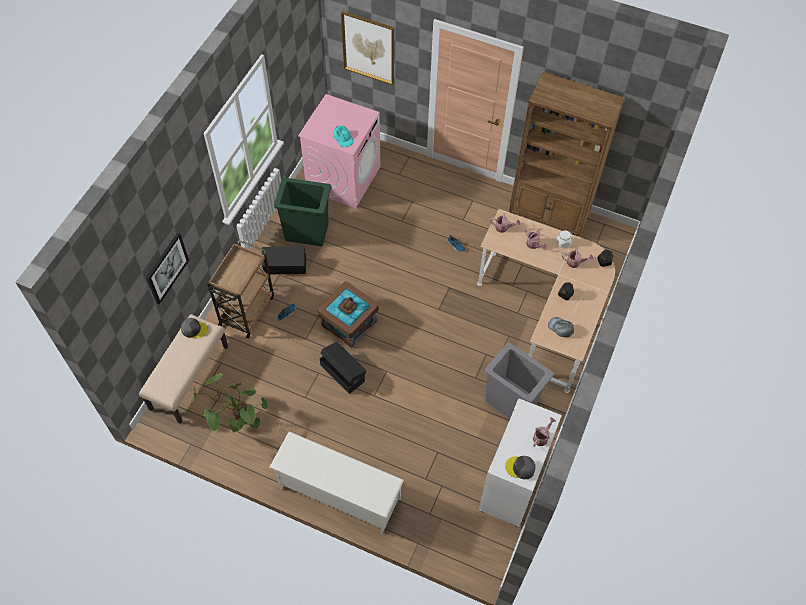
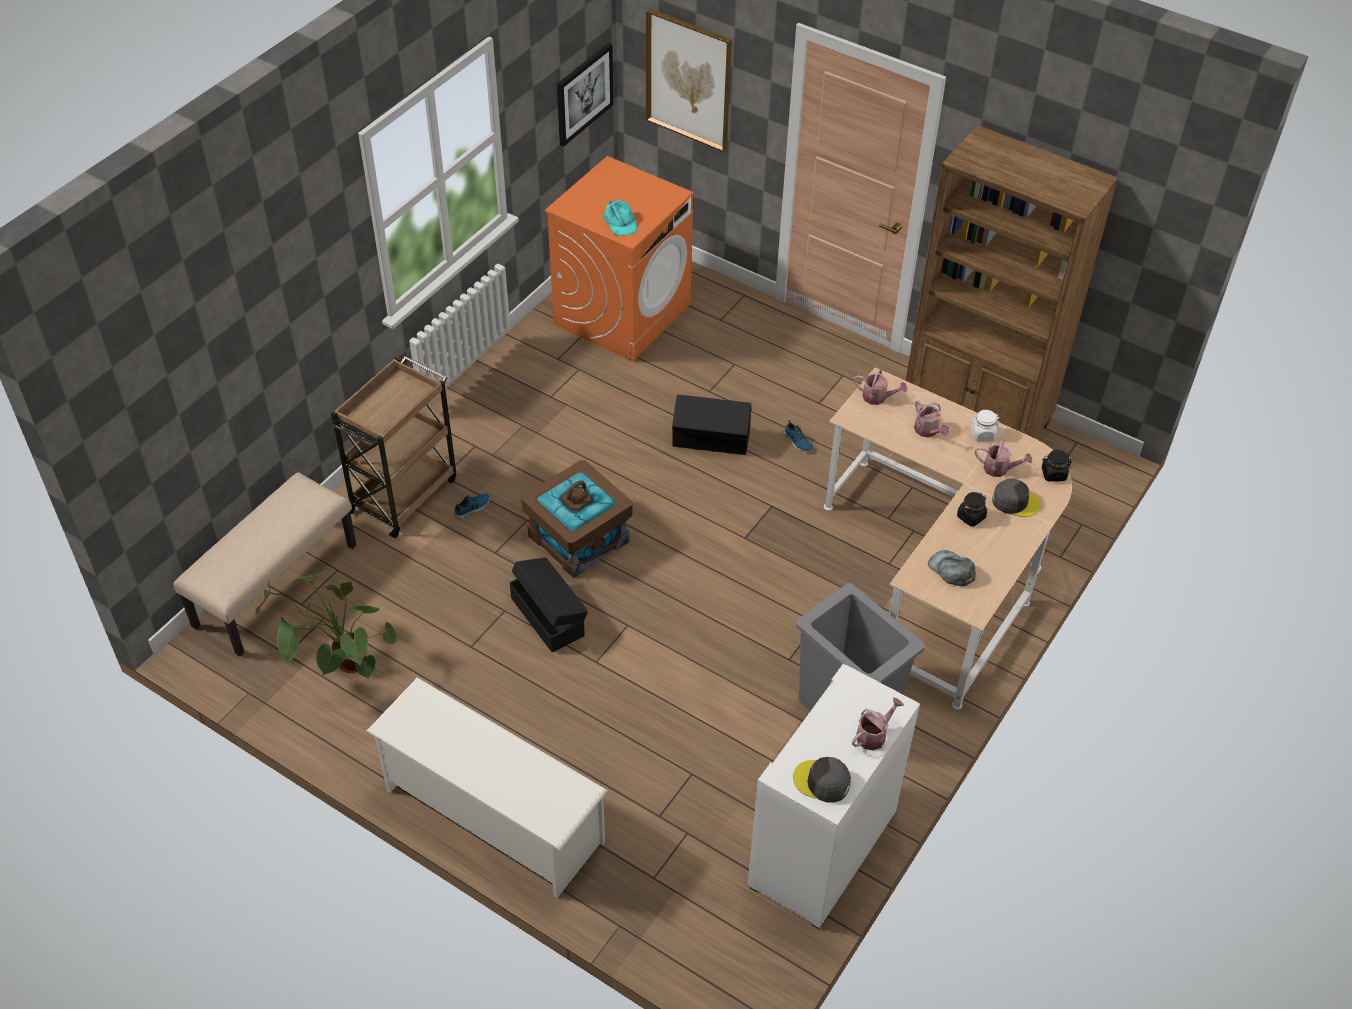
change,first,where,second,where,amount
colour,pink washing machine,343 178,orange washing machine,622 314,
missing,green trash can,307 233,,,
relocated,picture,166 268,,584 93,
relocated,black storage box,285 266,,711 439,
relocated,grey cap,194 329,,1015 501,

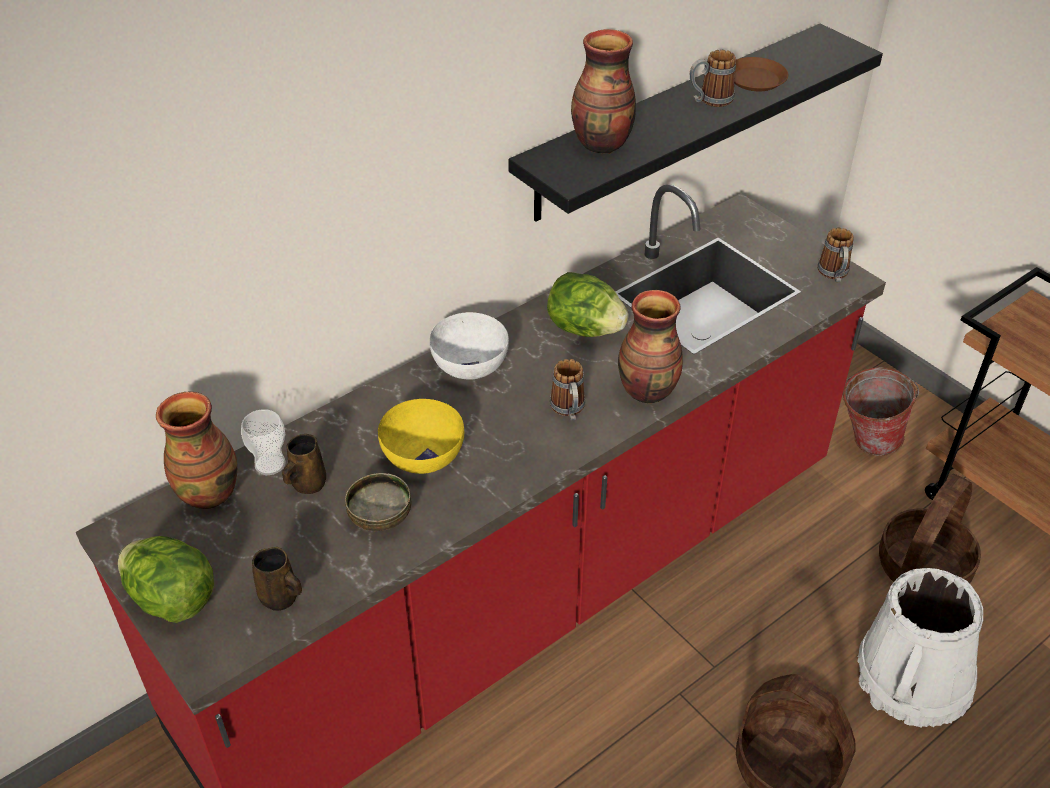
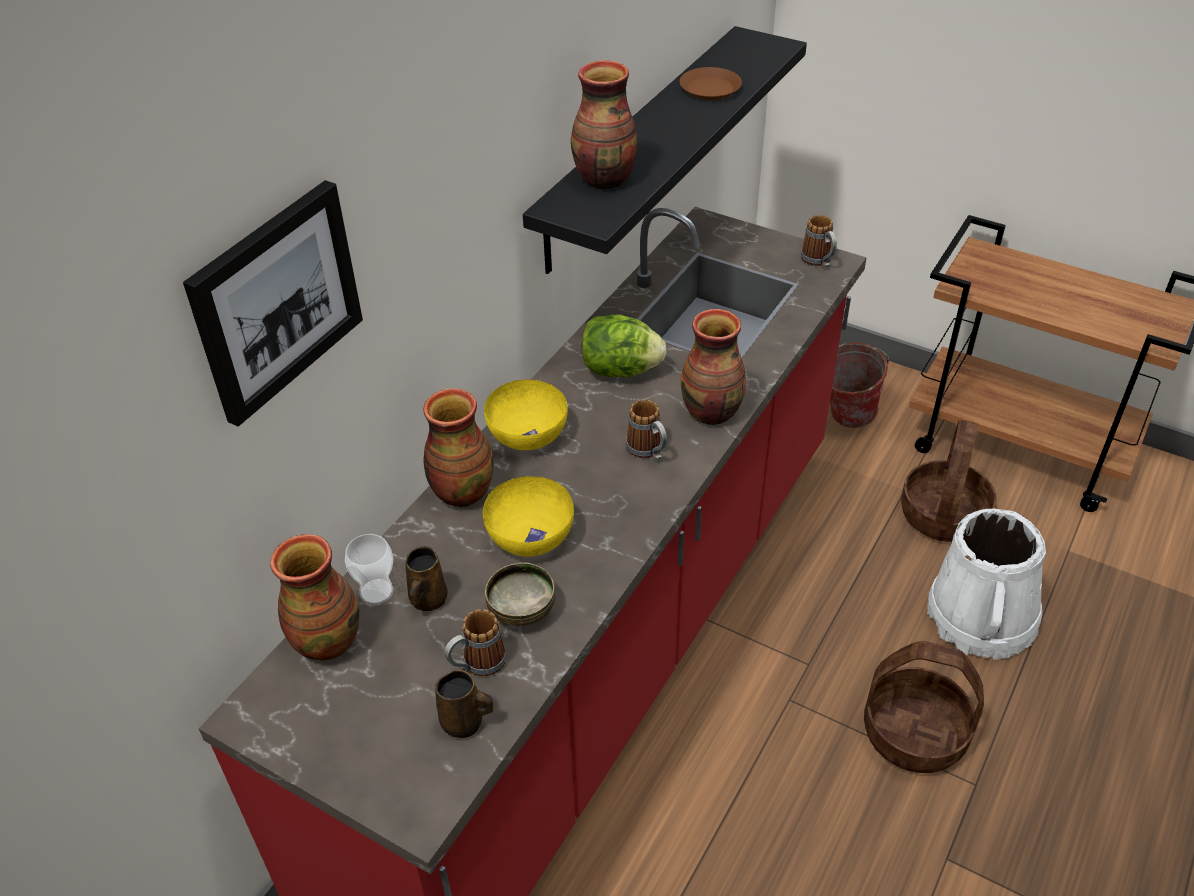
change,first,where,second,where,amount
relocated,mug,709 100,,477 665,
colour,white bowl,471 364,yellow bowl,528 433,
missing,lettuce,172 599,,,
appeared,,,picture,276 300,
appeared,,,vase,461 492,

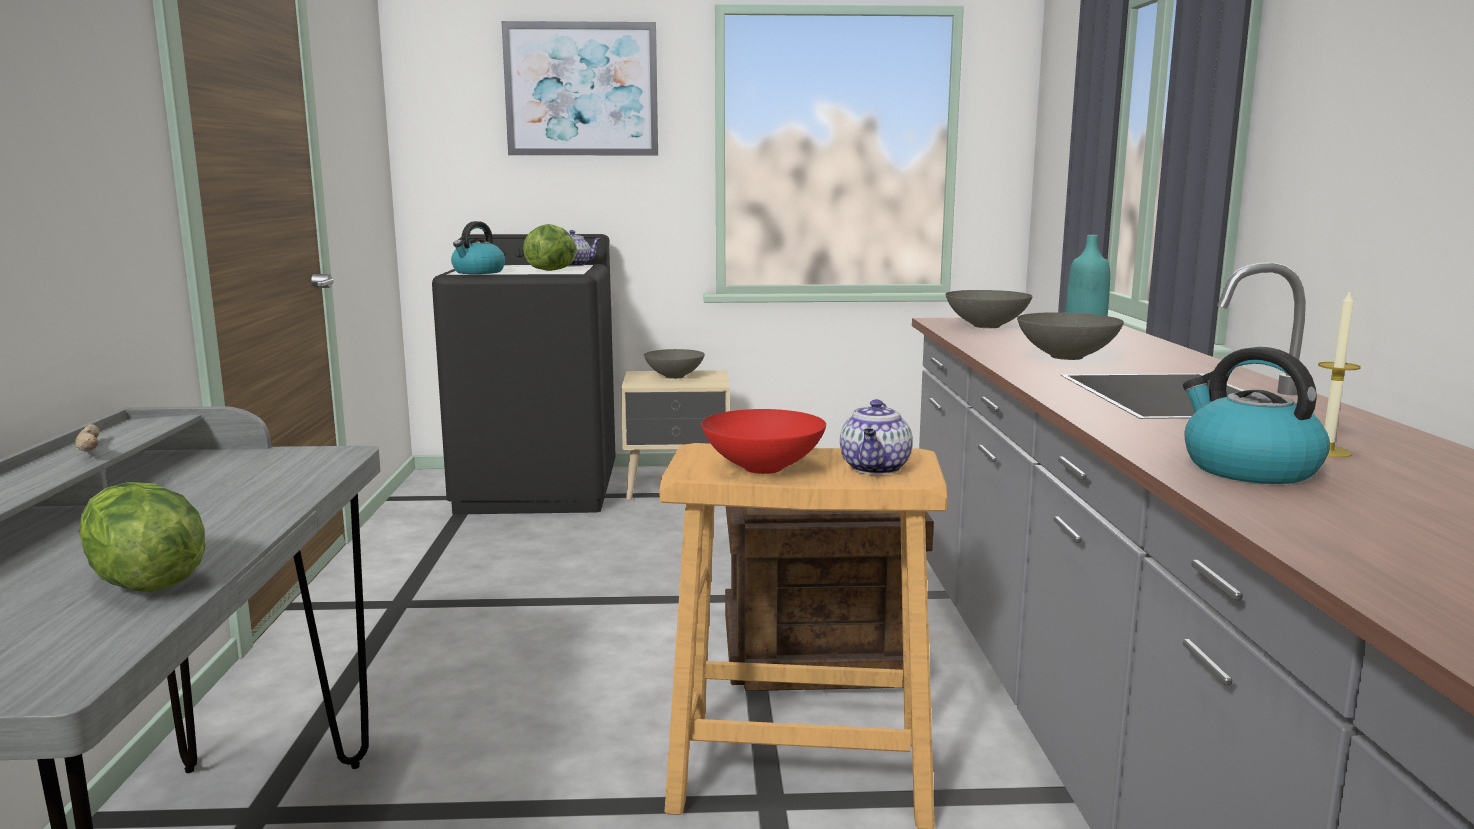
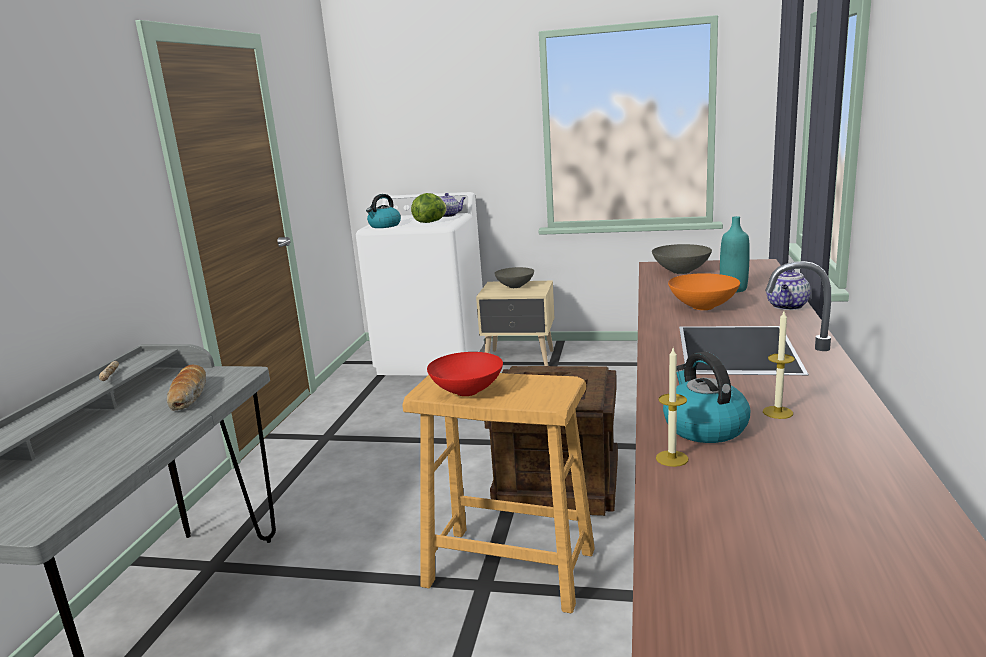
change,first,where,second,where,amount
missing,picture,581 89,,,
colour,black washing machine,538 490,white washing machine,433 358,
colour,grey bowl,1068 357,orange bowl,704 307,
relocated,teapot,875 469,,787 306,
missing,lettuce,142 582,,,
appeared,,,candle,672 458,
appeared,,,bread,190 396,

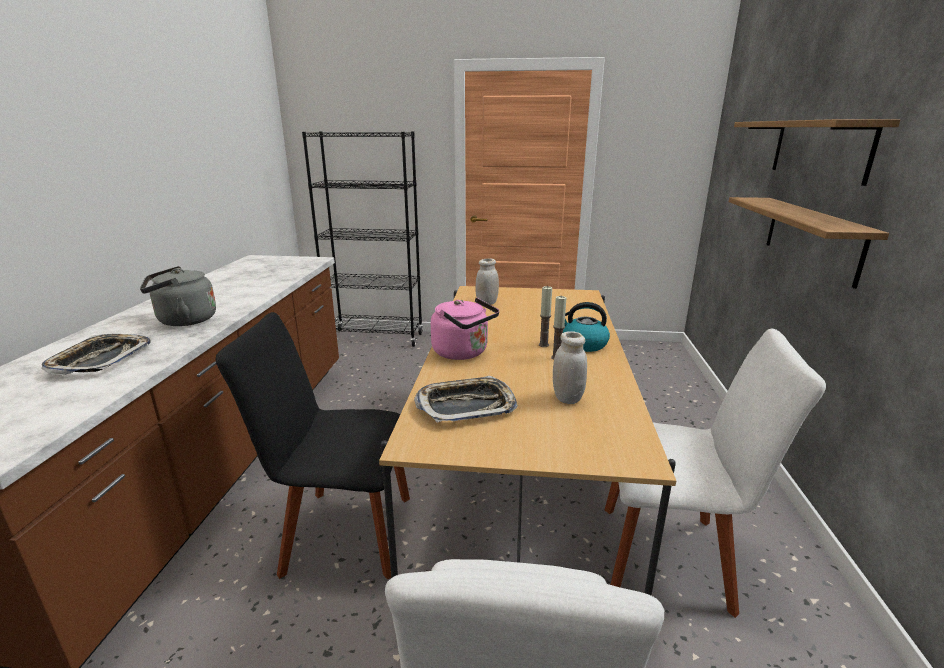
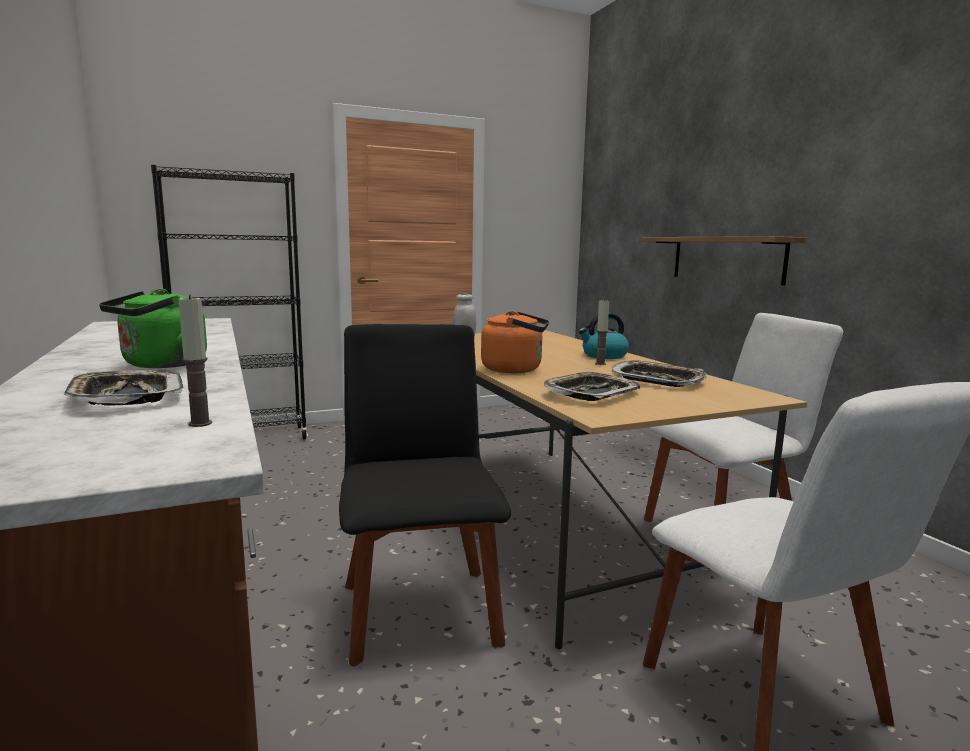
change,first,where,second,where,amount
missing,shelf,819 149,,,
colour,grey kettle,183 321,green kettle,161 365,
relocated,candle,543 345,,200 423,
colour,pink kettle,463 353,orange kettle,515 369,
spun,black chair,341 532,,419 607,105 degrees clockwise
exchanged,white jar,567 398,tray,657 380,

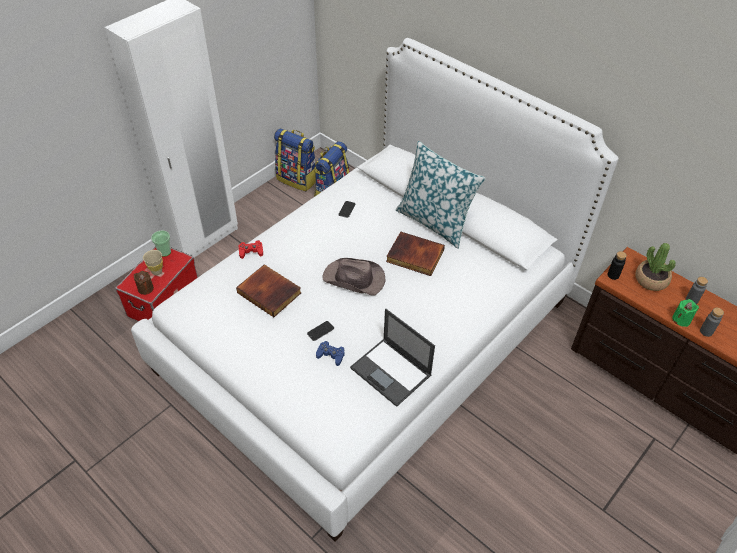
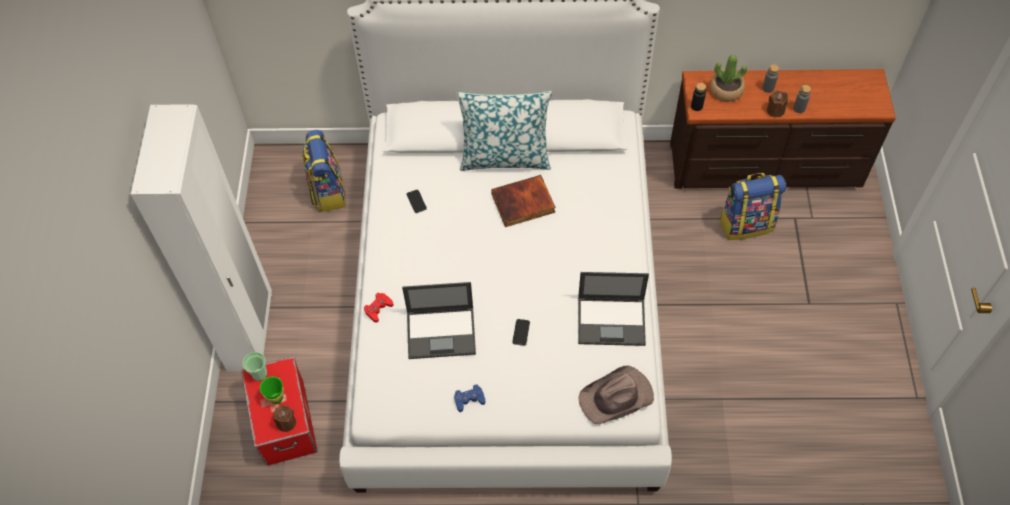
change,first,where,second,where,amount
relocated,backpack,297 179,,746 223,
colour,beige cup,157 271,green cup,276 398,
relocated,brown hat,354 279,,617 397,
exchanged,book,270 292,laptop,442 332,
colour,green candle,681 319,brown candle,775 110,
relocated,blue game controller,331 355,,469 399,

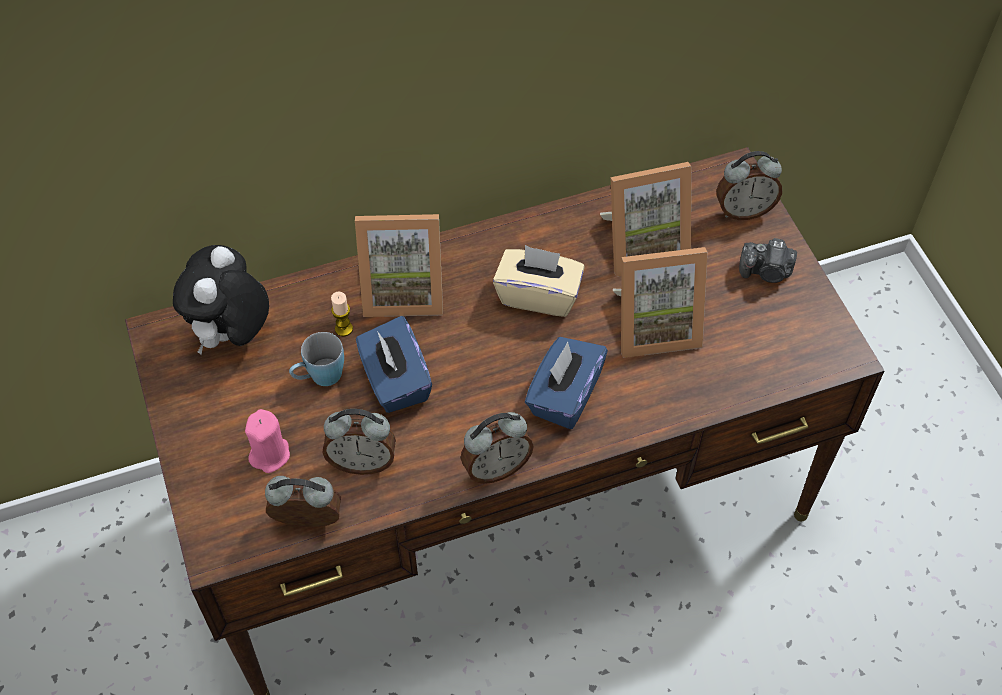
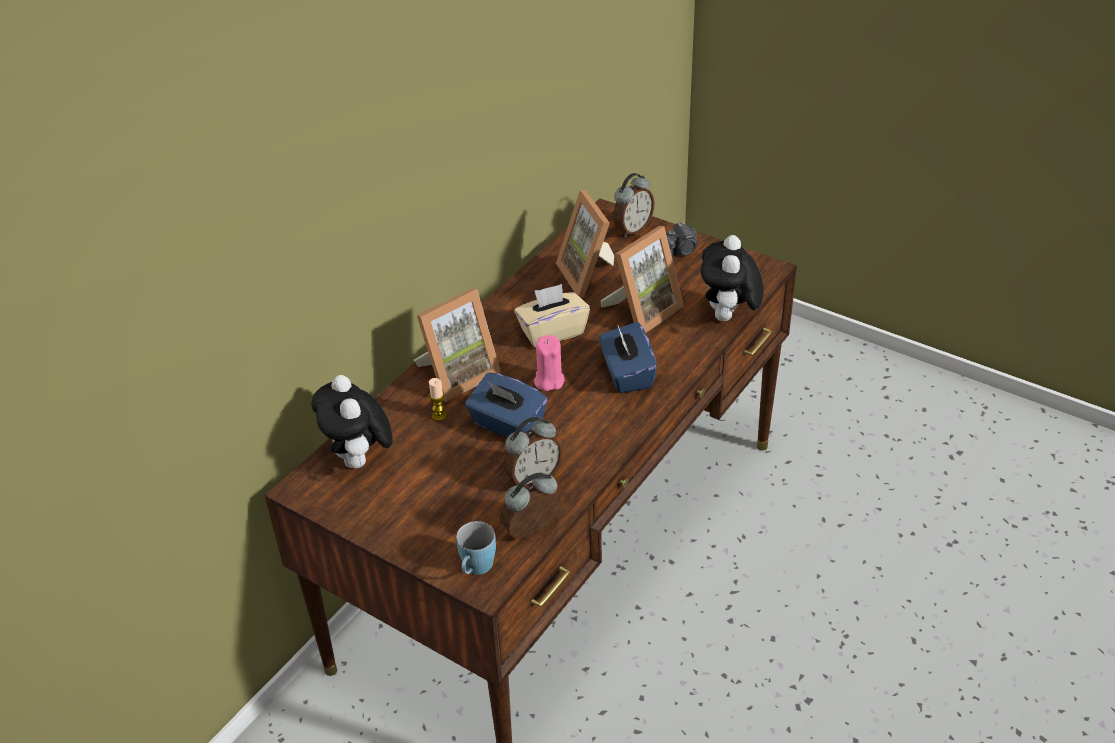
change,first,where,second,where,amount
spun,picture frame,643 245,,590 275,120 degrees clockwise
relocated,blue mug,319 377,,476 569,
relocated,pink candle,270 454,,549 381,
missing,alarm clock,496 468,,,
appeared,,,plush toy,728 318,

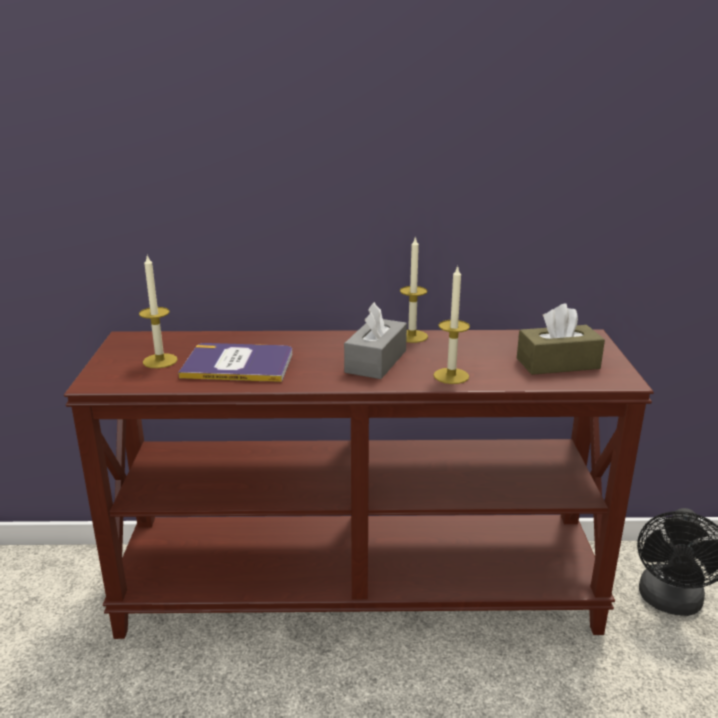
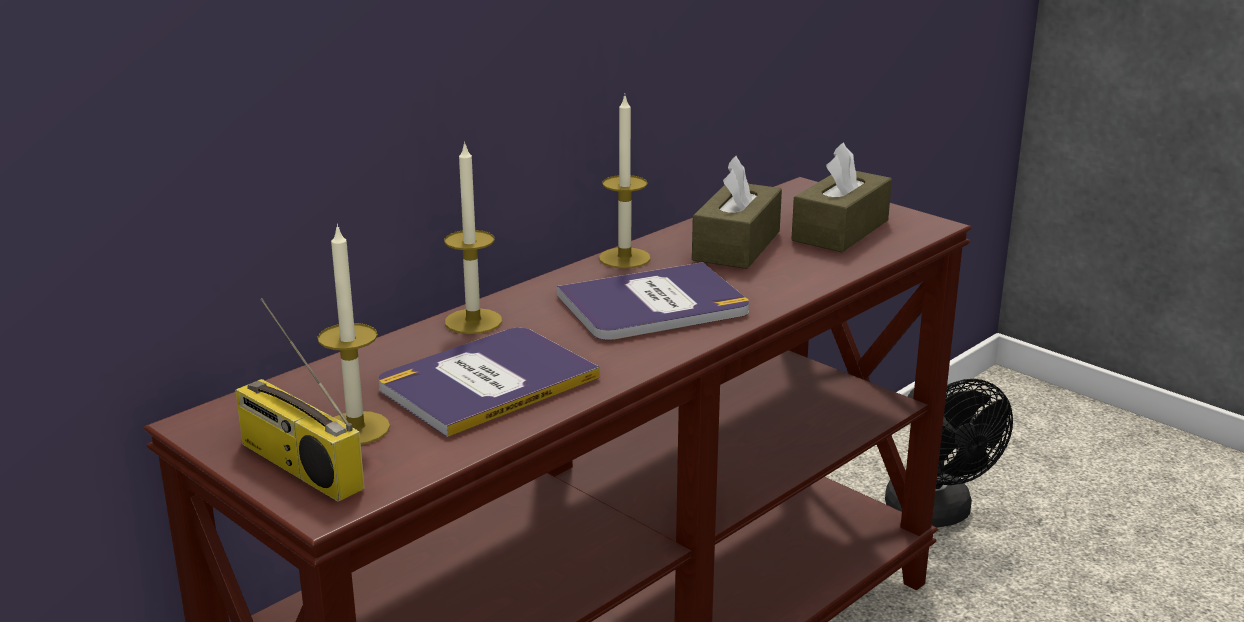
change,first,where,second,where,amount
relocated,candle,451 376,,473 321,
exchanged,grey tissue box,376 361,book,653 305,
appeared,,,brown tissue box,736 246,
appeared,,,radio,297 466,

